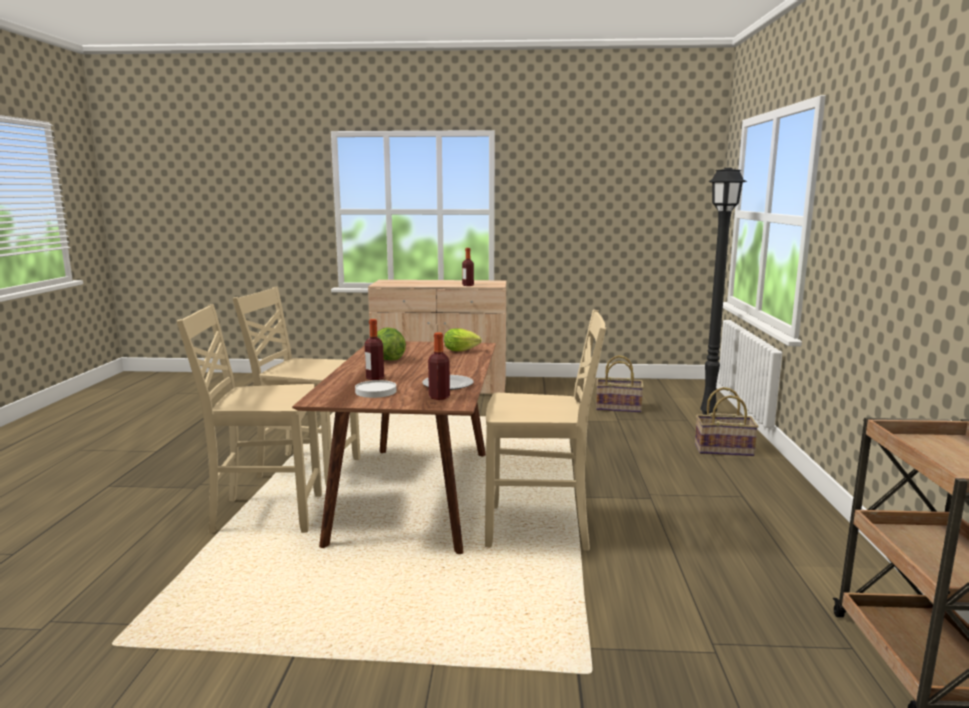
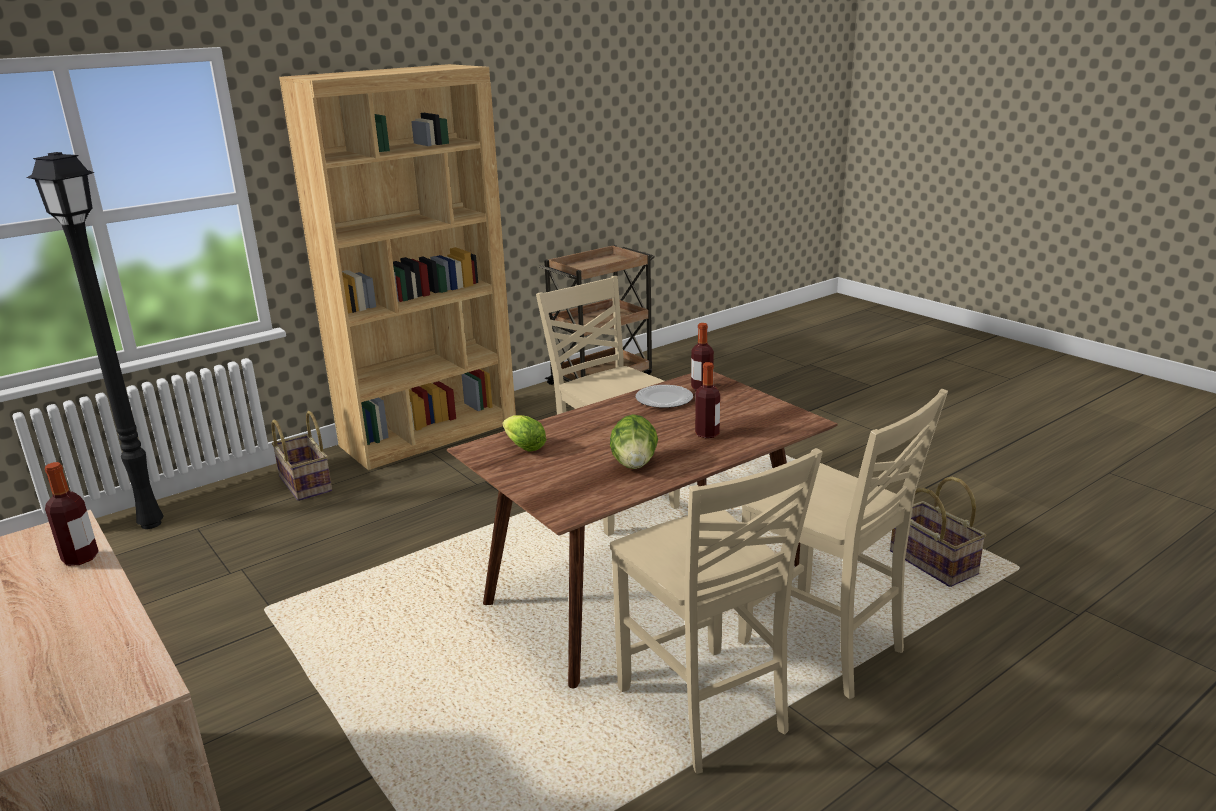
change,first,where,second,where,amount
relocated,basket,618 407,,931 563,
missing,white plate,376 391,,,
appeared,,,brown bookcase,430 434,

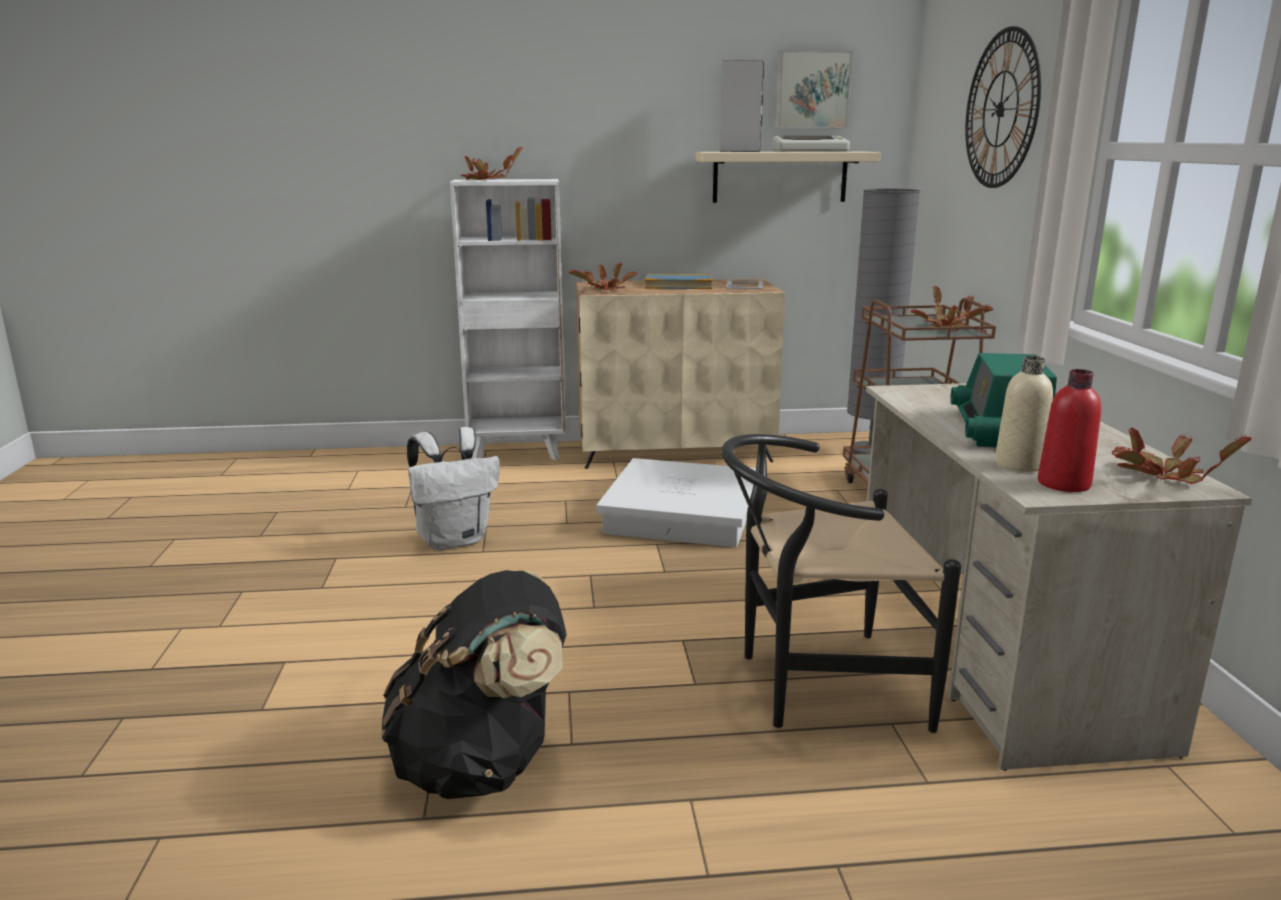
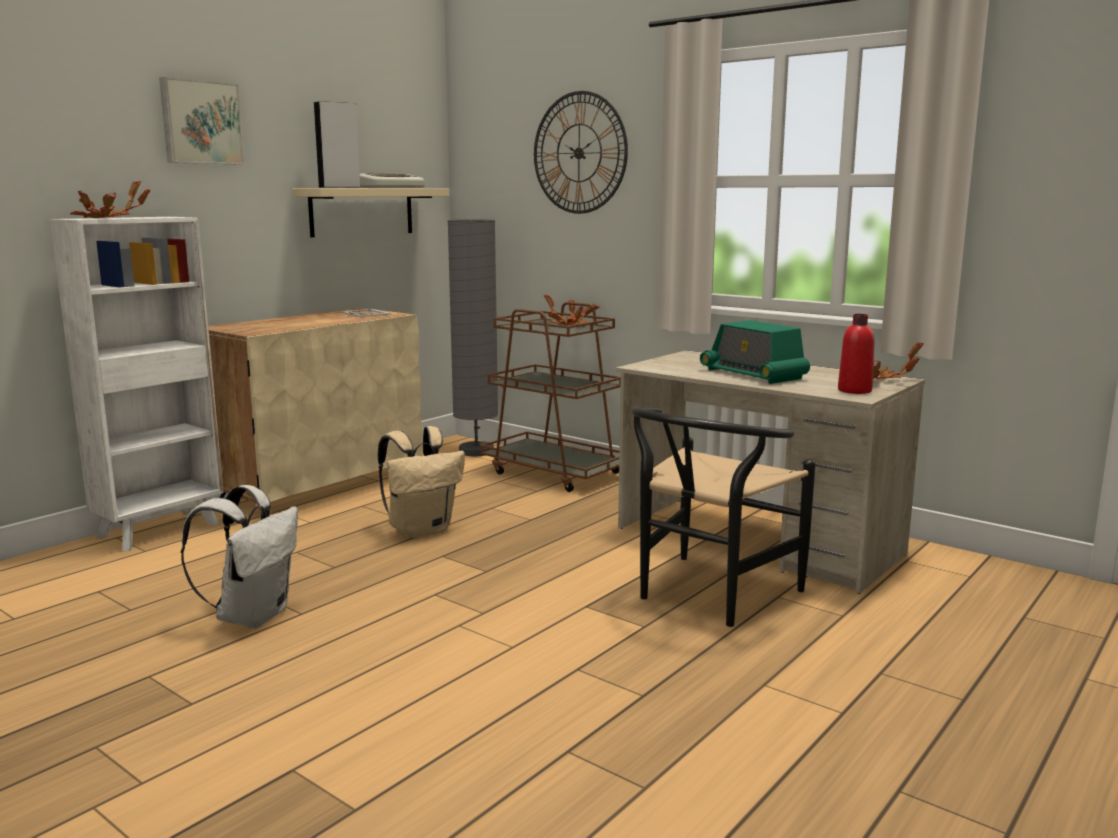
change,first,where,second,where,amount
relocated,picture,812 90,,201 122,
missing,potted plant,605 290,,,
missing,book,679 285,,,
missing,beige bottle,1019 465,,,
exchanged,white storage box,683 514,beige backpack,421 530,
missing,black backpack,483 764,,,

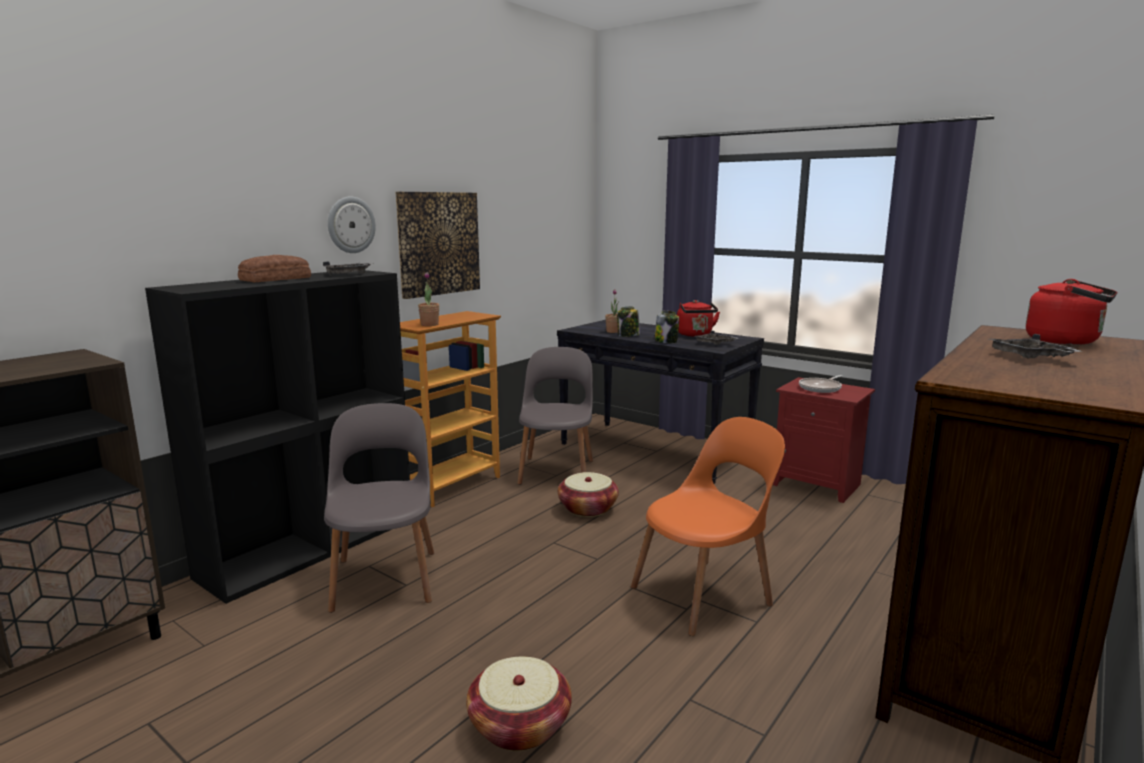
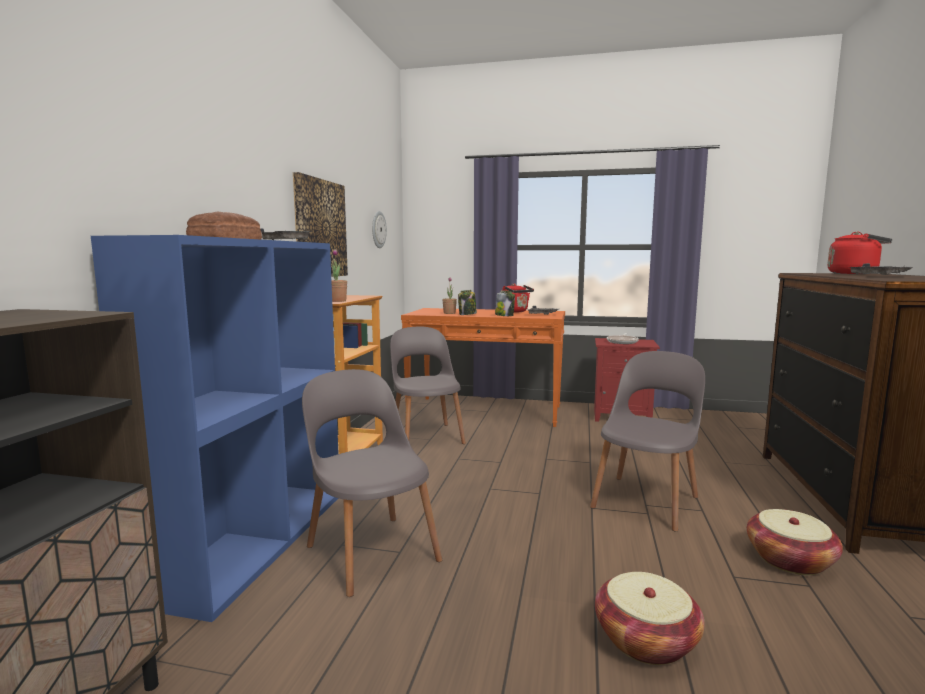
change,first,where,second,where,amount
relocated,wall clock,351 225,,378 229,
colour,black bookcase,311 546,blue bookcase,256 540,
colour,black console table,654 451,orange console table,486 411,
colour,orange chair,705 594,grey chair,646 500,
relocated,basket,587 508,,790 560,

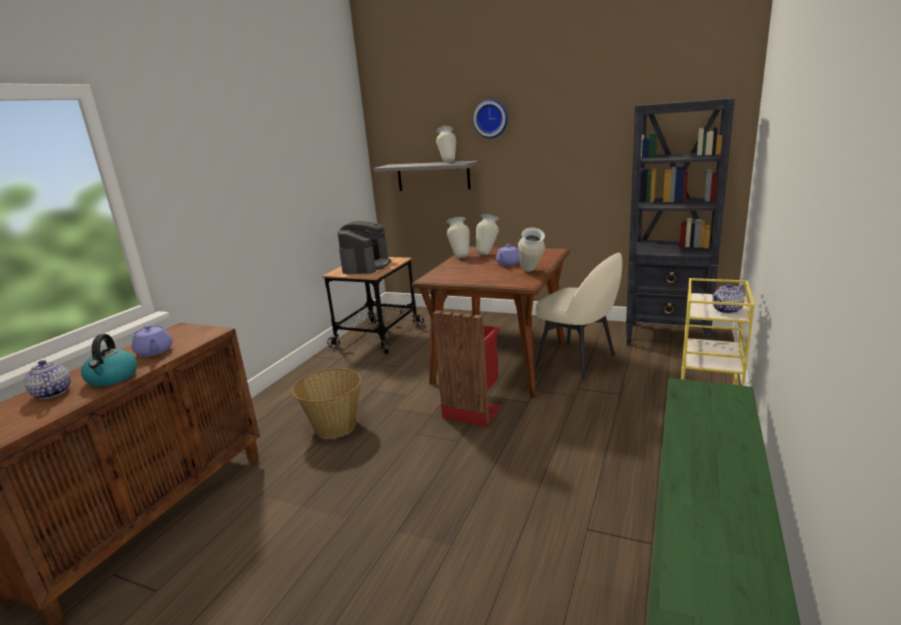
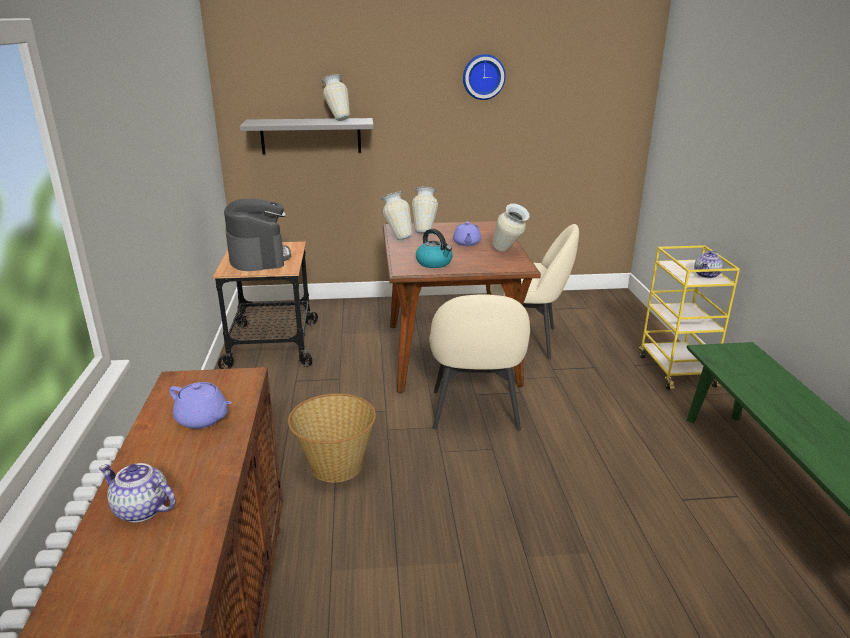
change,first,where,second,where,amount
missing,black bookcase,668 337,,,
relocated,wall clock,491 118,,483 77,
exchanged,red trash can,473 410,beige chair,475 412,
relocated,kettle,112 378,,434 263,

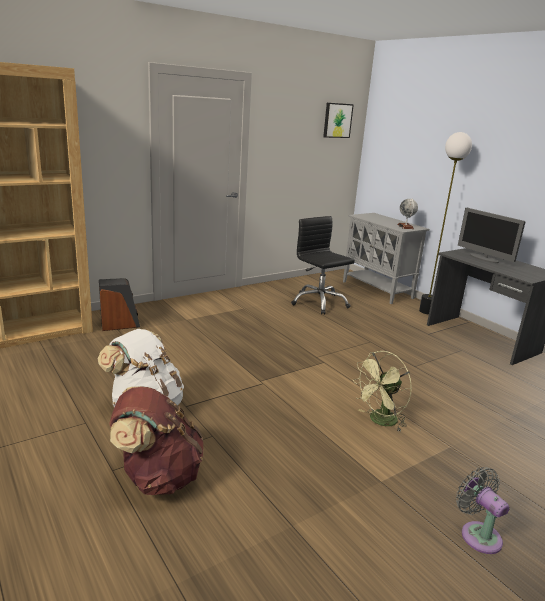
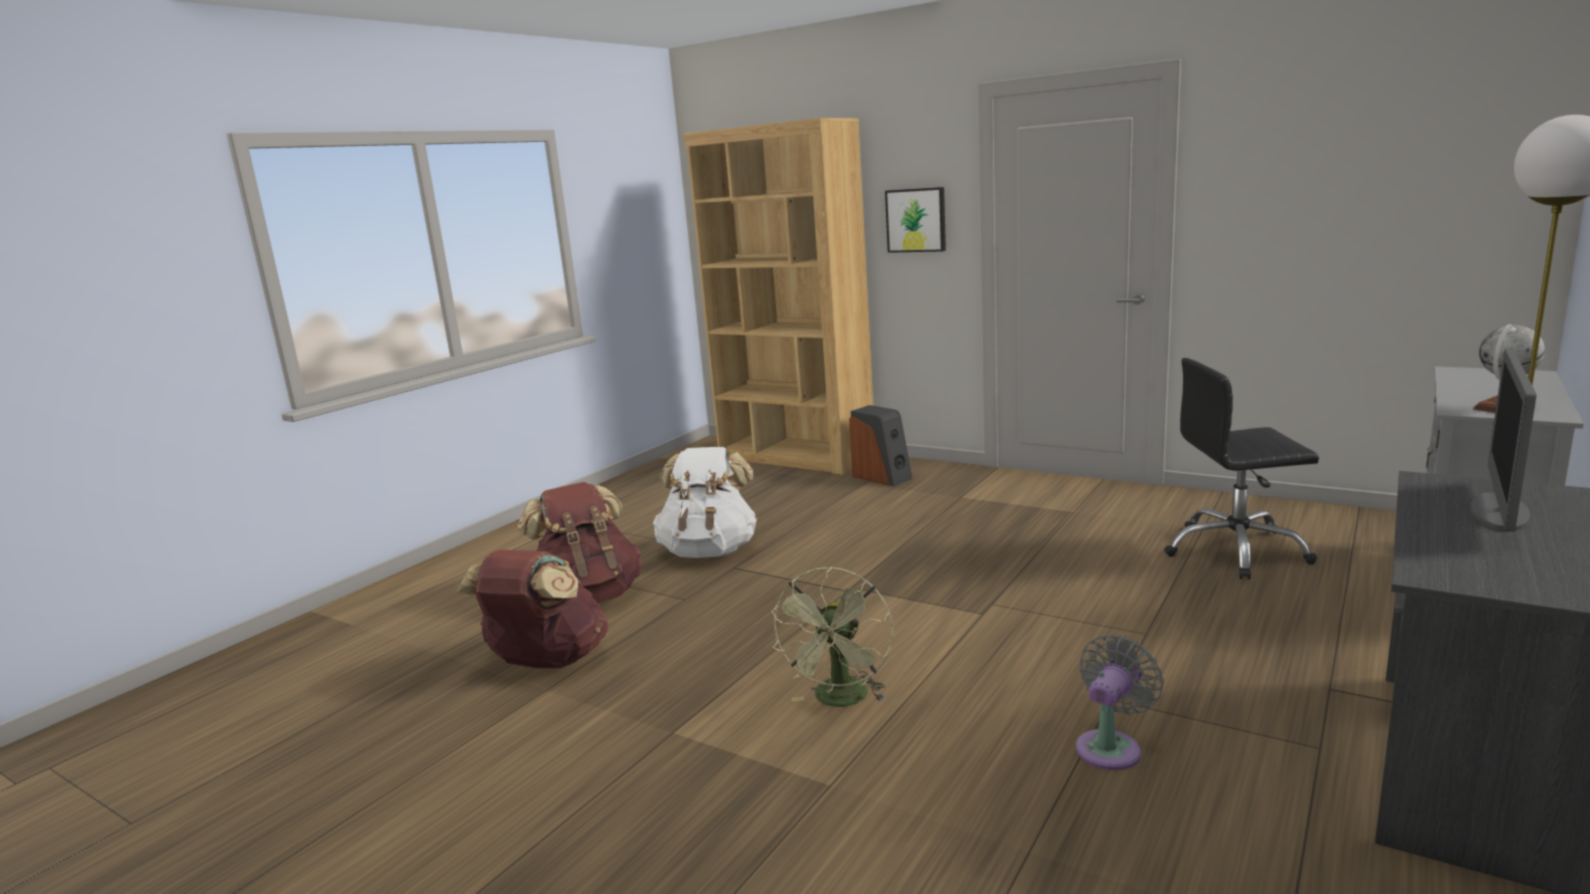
change,first,where,second,where,amount
relocated,picture,337 120,,916 220,
spun,black office chair,319 302,,1236 551,120 degrees counterclockwise
spun,green fan,379 421,,841 701,105 degrees counterclockwise
relocated,grey fan,478 534,,1111 747,
appeared,,,brown backpack,546 662,

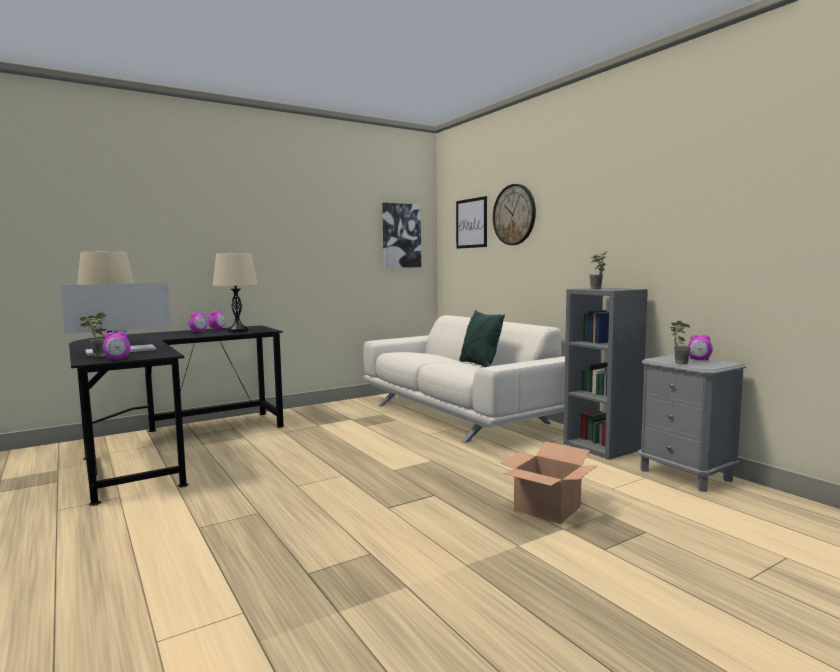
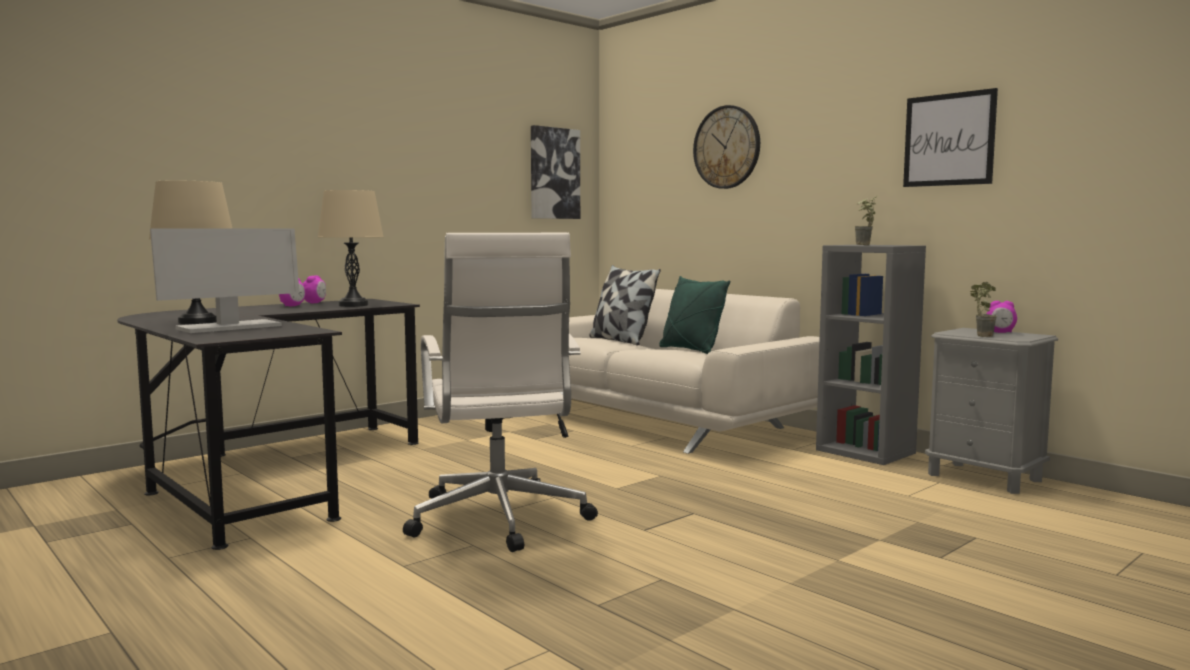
change,first,where,second,where,amount
relocated,picture,471 223,,949 139,
missing,potted plant,96 356,,,
missing,alarm clock,117 359,,,
missing,cardboard box,548 509,,,
appeared,,,white office chair,498 520,
appeared,,,pillow,621 340,

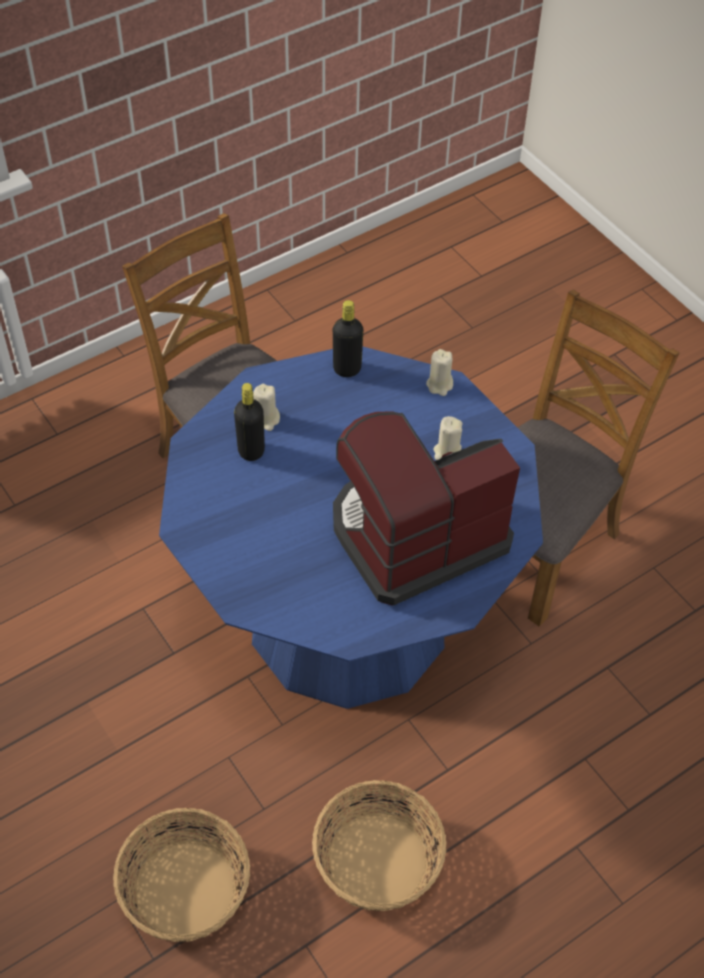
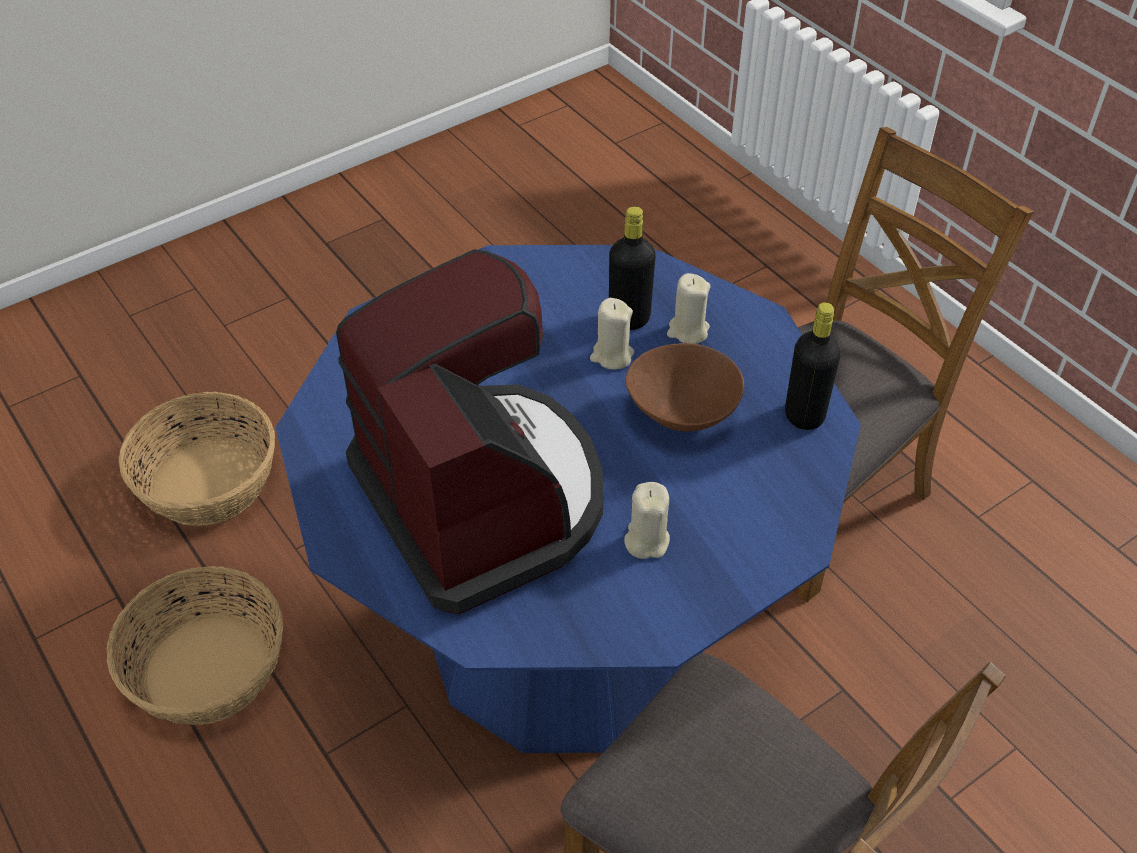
change,first,where,second,where,amount
relocated,beige candle,439 385,,612 356,
appeared,,,brown bowl,681 414,

